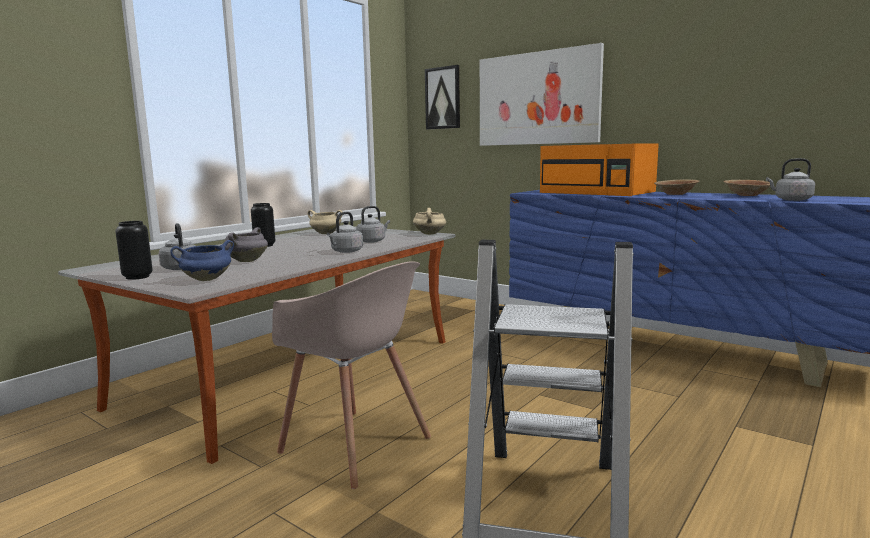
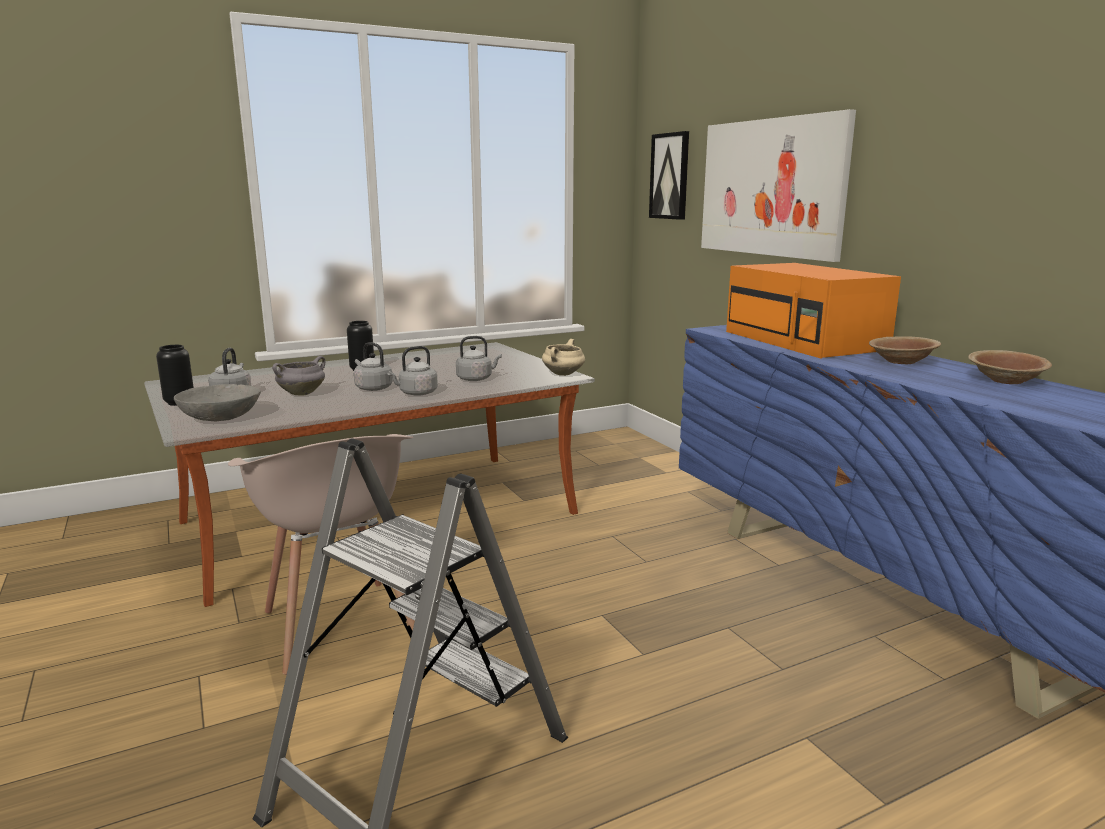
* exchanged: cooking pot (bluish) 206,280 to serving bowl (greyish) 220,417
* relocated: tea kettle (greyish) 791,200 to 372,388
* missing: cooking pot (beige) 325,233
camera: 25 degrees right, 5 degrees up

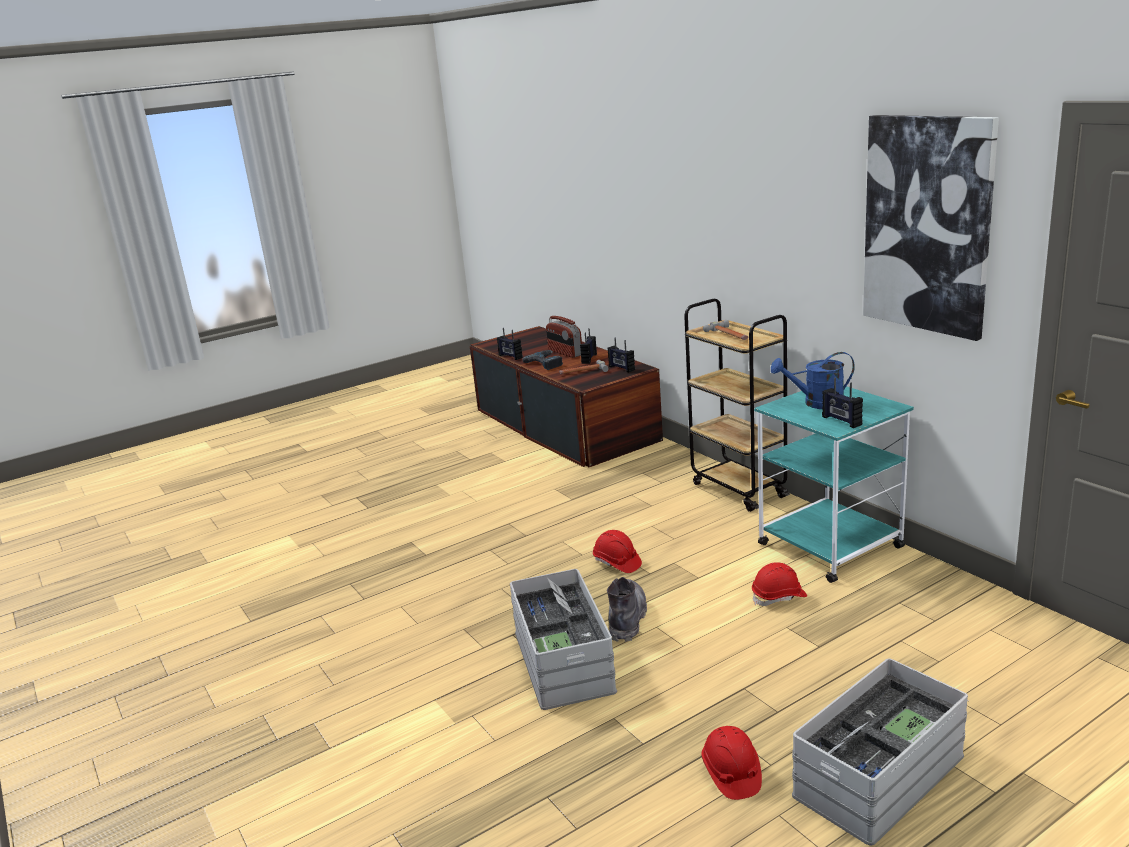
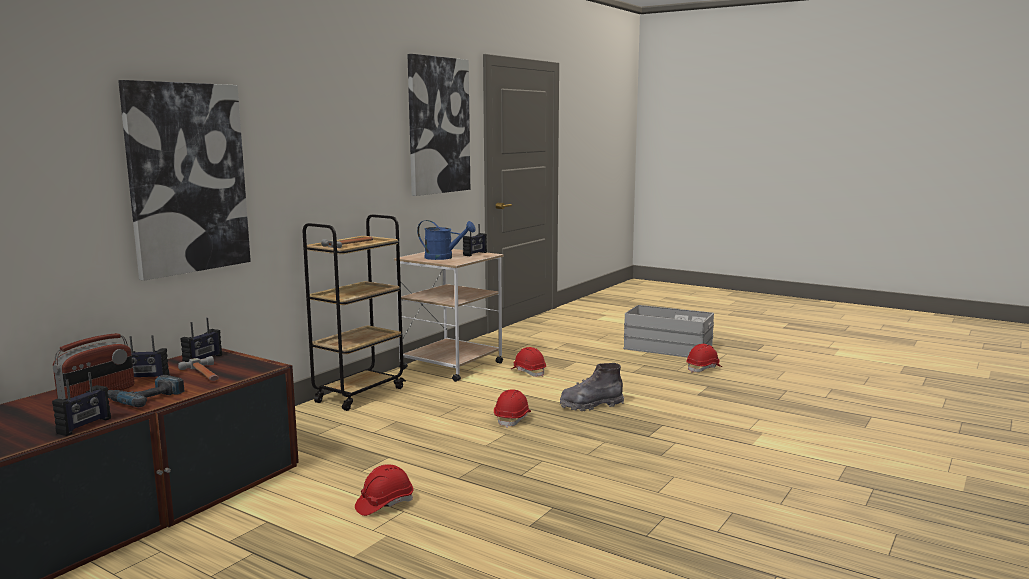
* appeared: picture 187,178
* appeared: work helmet (red) 384,504
* colour: cart (turquoise) 831,547 to cart (beige) 452,365
* spun: sprinkling can (bluish) 816,403 = 444,257 45 degrees counterclockwise
* missing: storage box (greyish) 561,660
camera: 115 degrees left, 10 degrees down

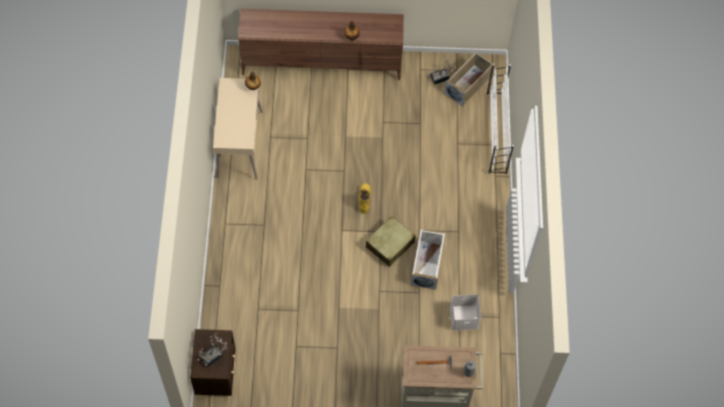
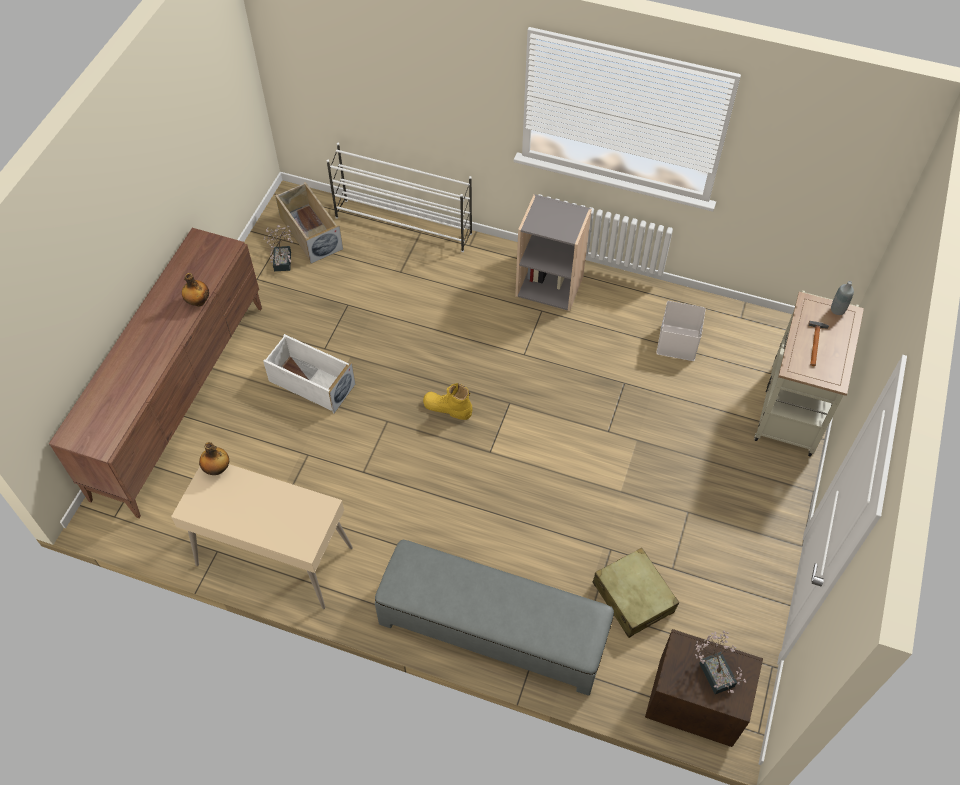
* relocated: storage box (white-coloured) 427,264 to 311,383
* appeared: long seat (greyish) 492,628
* appeared: bookshelf (greyish) 550,285
* relocated: travel case (beige) 390,244 to 633,597
camera: 70 degrees left, 5 degrees down

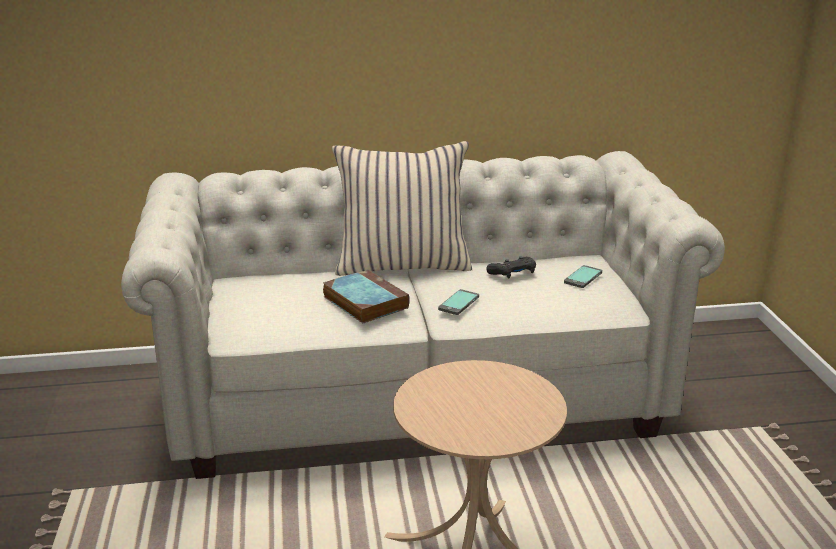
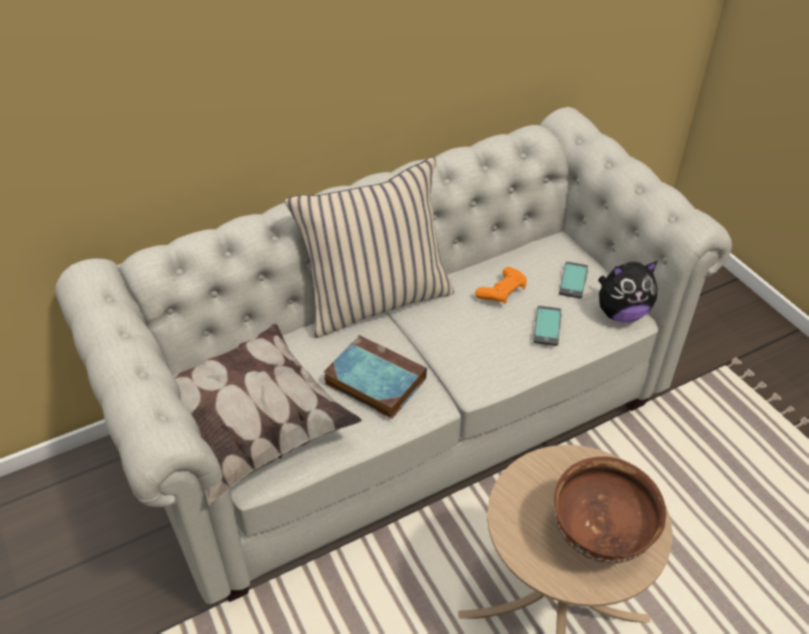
* appeared: cushion 247,429
* colour: gamepad (blackish) 513,274 to gamepad (orangey) 502,292
* relocated: telephone 459,303 to 547,326
* appeared: serving bowl (brown-coloured) 600,537
* appeared: soft toy 621,313
camera: 20 degrees left, 20 degrees up

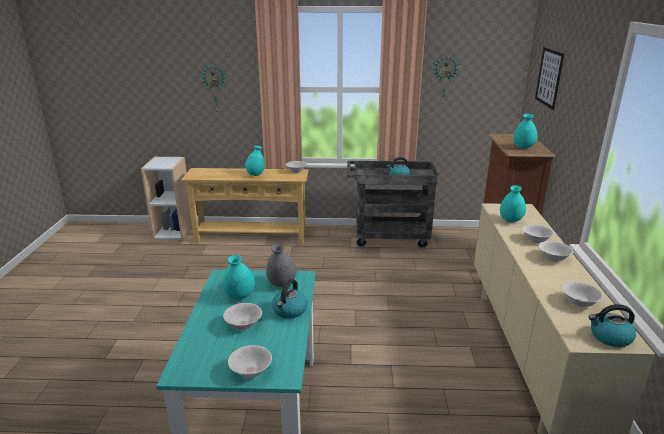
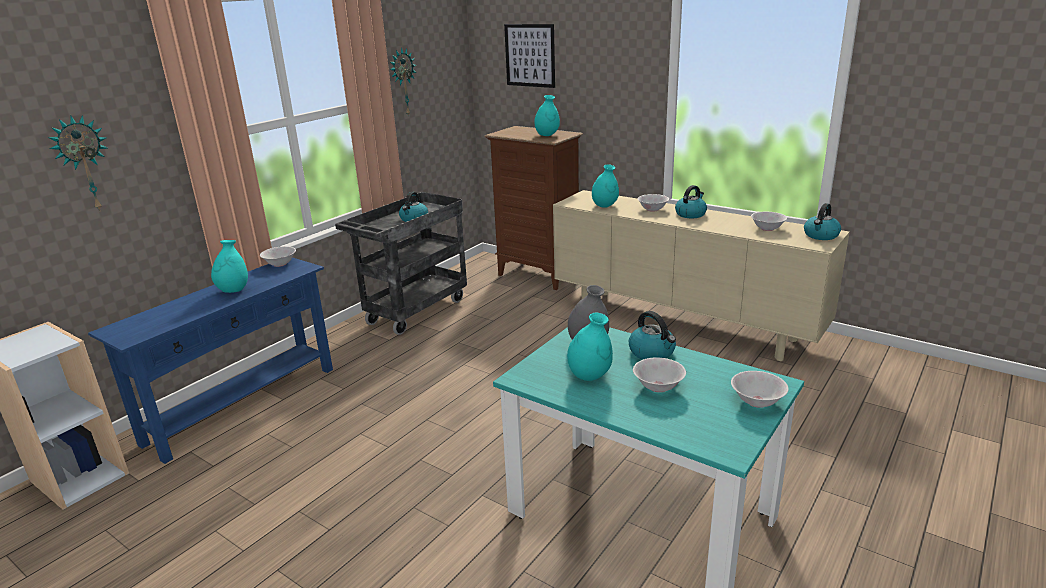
* colour: narrow table (beige) 251,237 to narrow table (bluish) 242,404
* exchanged: serving bowl (white-coloured) 553,258 to tea kettle 690,214
camera: 55 degrees left, 0 degrees up

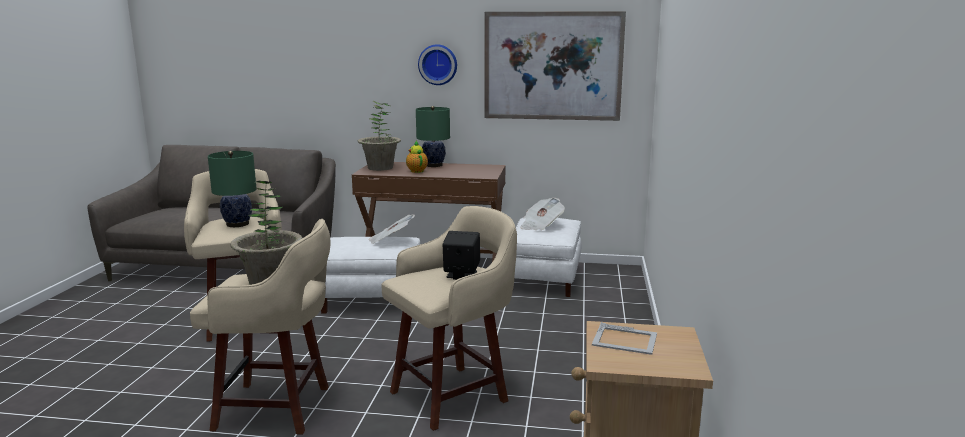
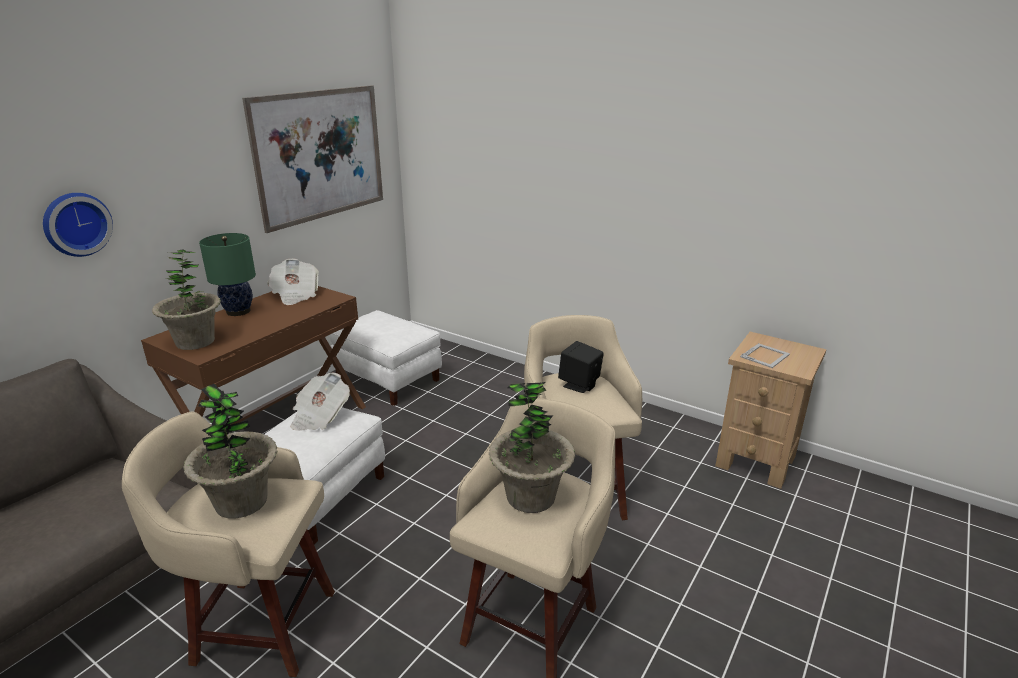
* relocated: clock on the wall 438,64 to 76,224
* exchanged: tabletop lamp (green) 237,224 to potted plant 241,502
* relocated: daily paper 540,226 to 295,295
* missing: tea pot 416,171
camera: 65 degrees left, 10 degrees up

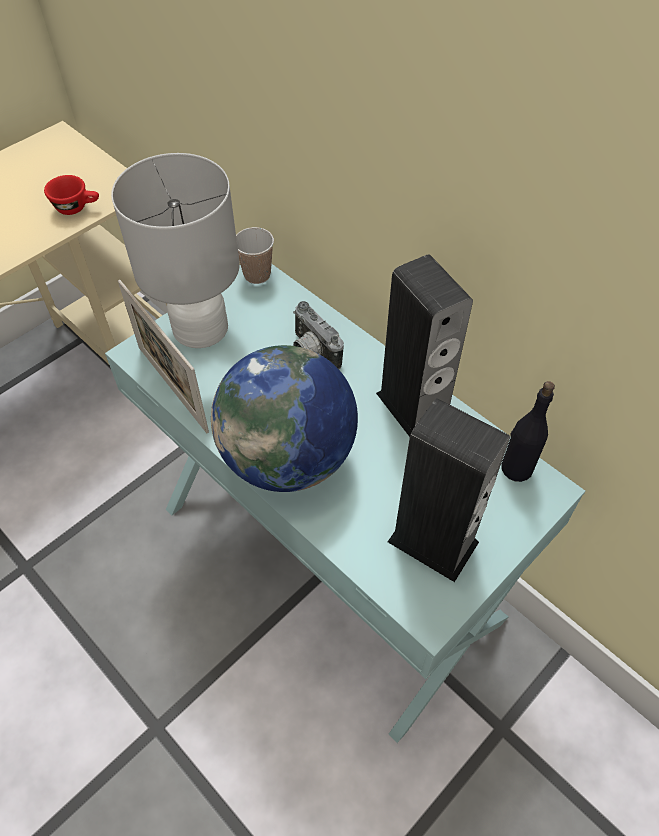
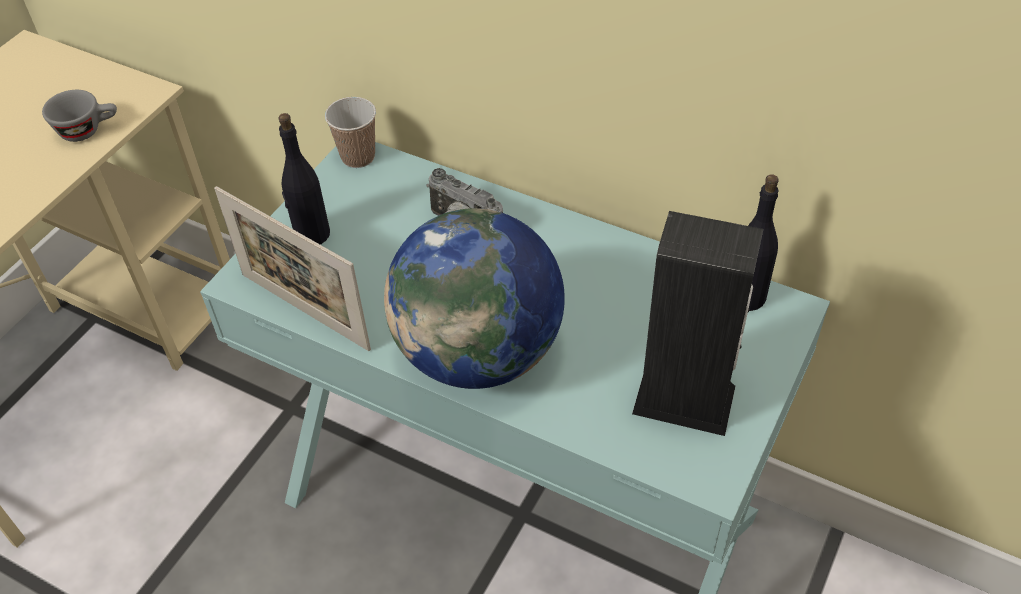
* colour: cup (red) 77,207 to cup (greyish) 88,130
* exchanged: tabletop lamp (greyish) 200,328 to bottle (blackish) 312,234
* missing: loudspeaker 413,407
camera: 15 degrees left, 5 degrees down

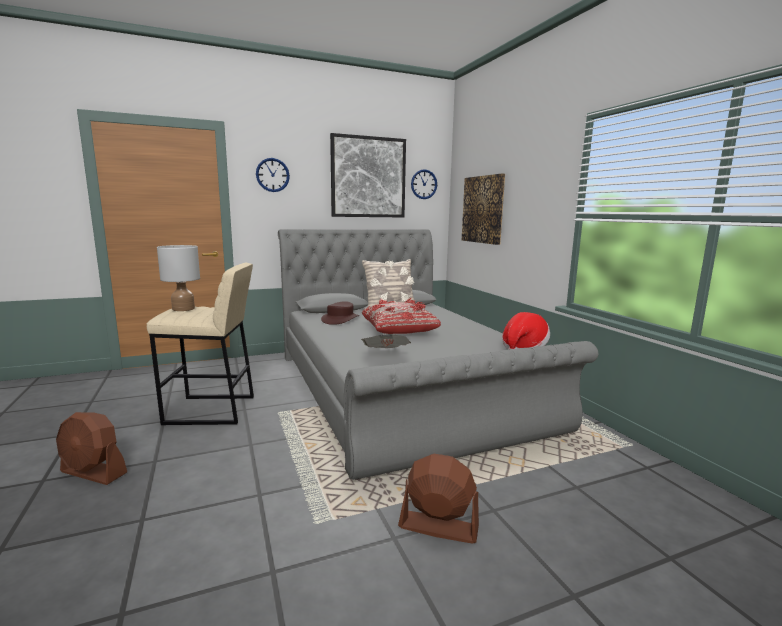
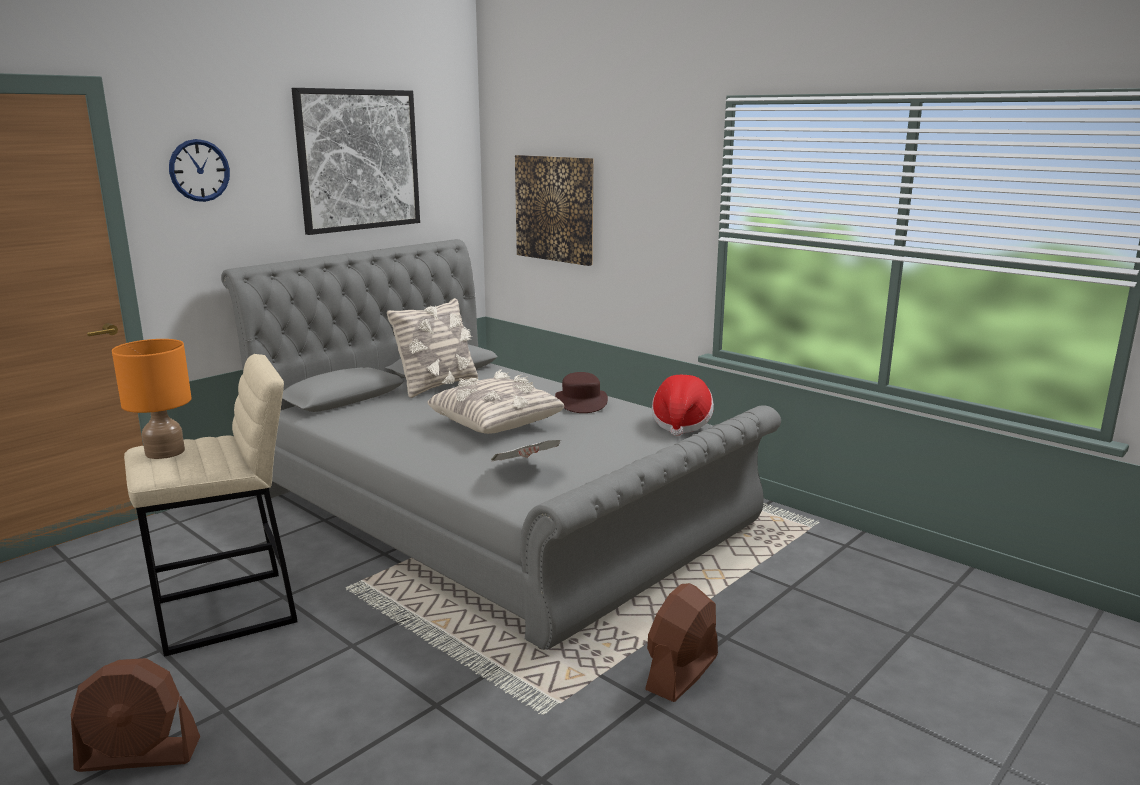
* colour: tabletop lamp (greyish) 183,309 to tabletop lamp (orangey) 165,452
* colour: cushion (red) 399,331 to cushion (beige) 495,424
* relocated: hat (brown-coloured) 340,319 to 581,402
* spun: electric fan (brown-coloured) 438,526 = 682,673 45 degrees counterclockwise
* missing: clock on the wall 424,184
camera: 25 degrees left, 5 degrees up

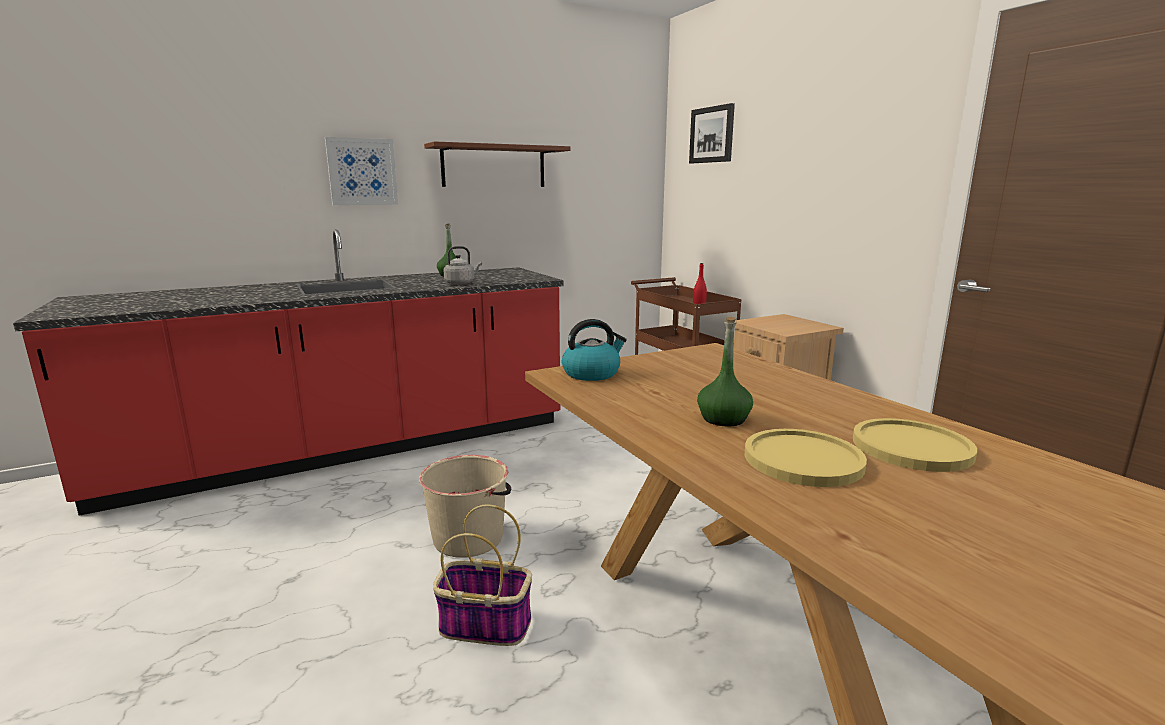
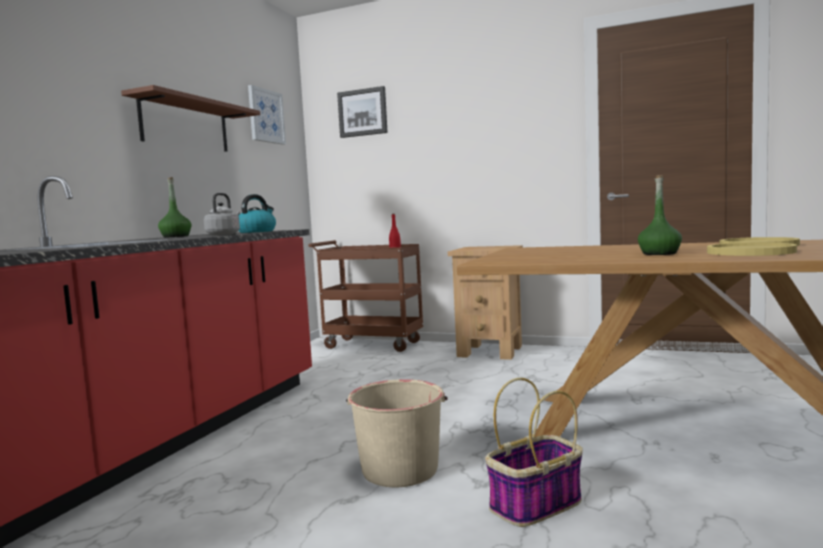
* relocated: tea kettle 592,373 to 257,232
* relocated: picture 362,172 to 266,116
camera: 40 degrees left, 10 degrees down

